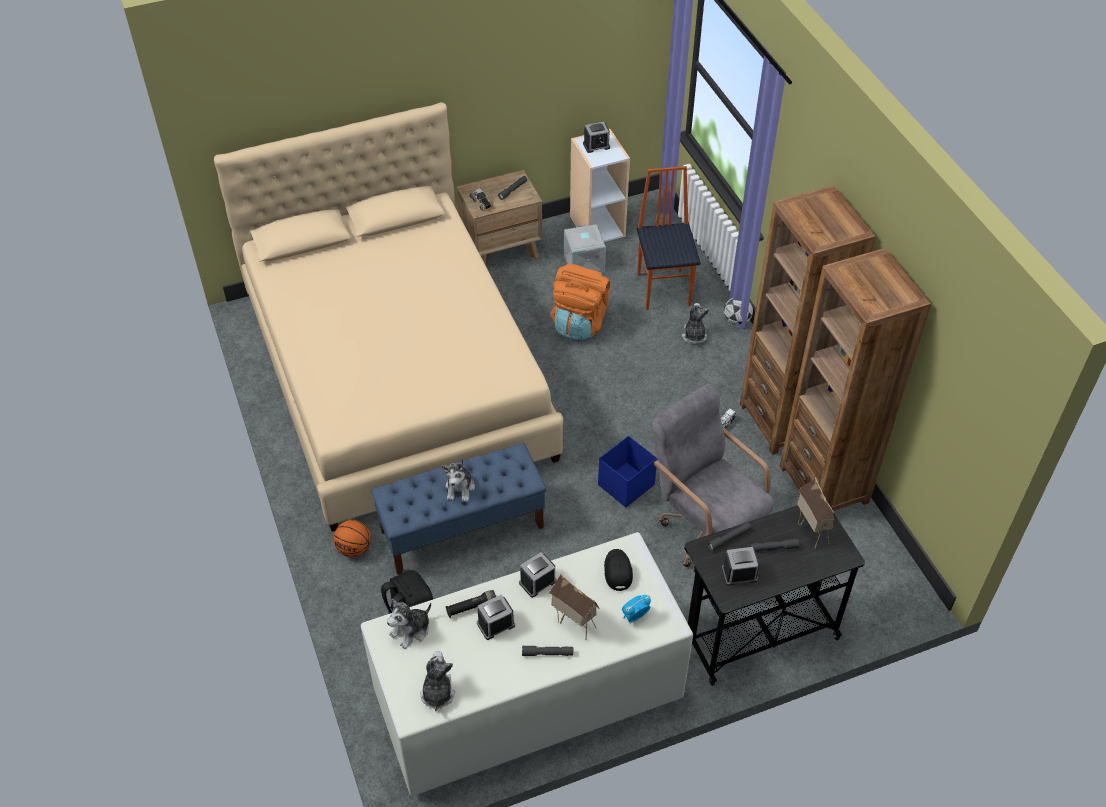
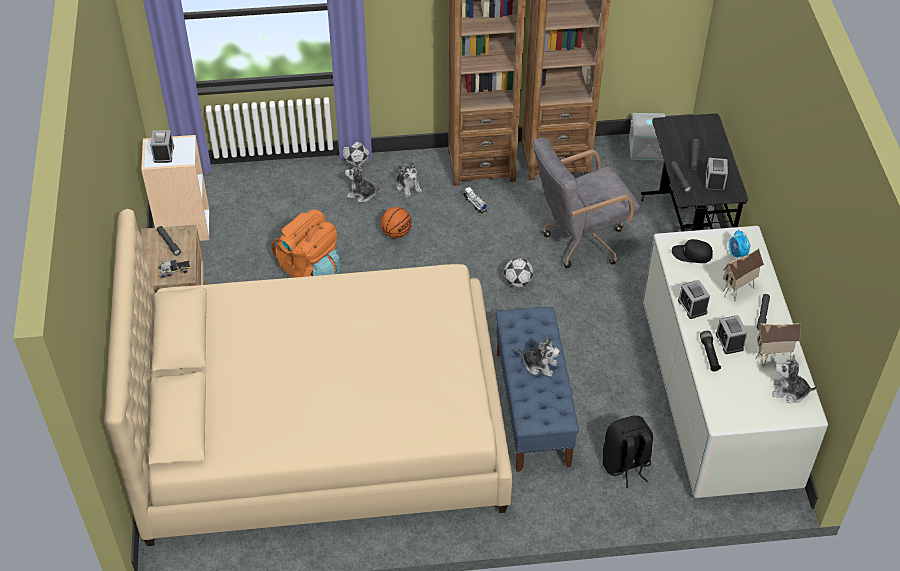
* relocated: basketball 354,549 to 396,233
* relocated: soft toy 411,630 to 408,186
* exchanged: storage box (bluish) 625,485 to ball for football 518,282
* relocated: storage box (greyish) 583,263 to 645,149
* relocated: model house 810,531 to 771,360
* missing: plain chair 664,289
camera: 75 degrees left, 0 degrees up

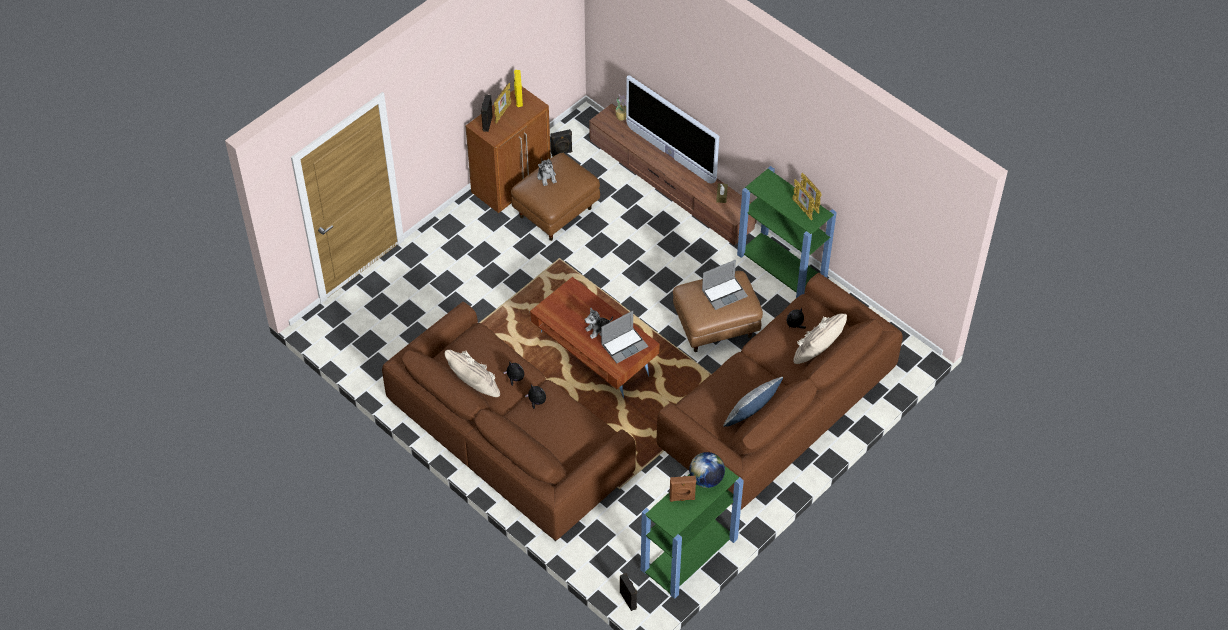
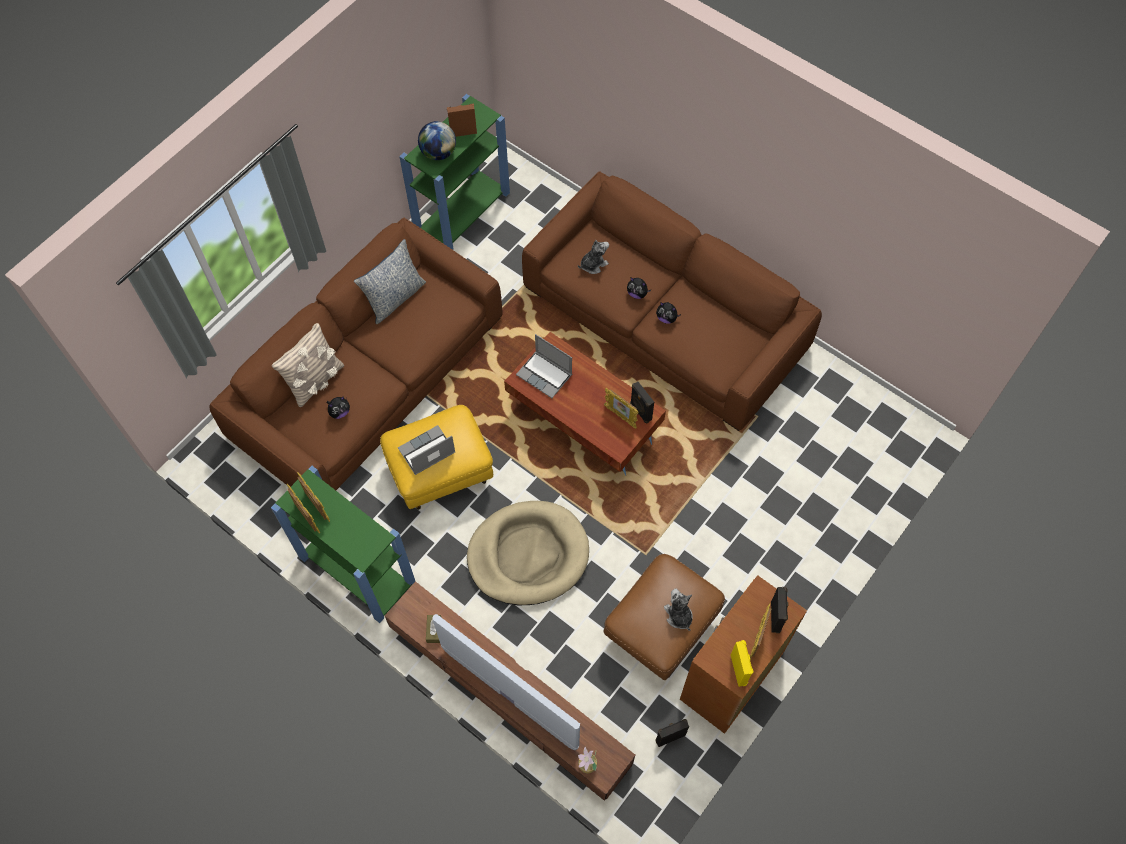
* colour: ottoman (brown-coloured) 716,326 to ottoman (yellowish) 440,473
* appeared: dog bed (beige) 528,555
* spun: notebook computer 624,345 = 545,375 105 degrees counterclockwise
* relocated: soft toy 598,330 to 593,264
* appeared: photo frame 620,416
* relocated: loudspeaker (blackish) 628,600 to 640,412
* missing: cushion (beige) 475,387
camera: 175 degrees right, 10 degrees up

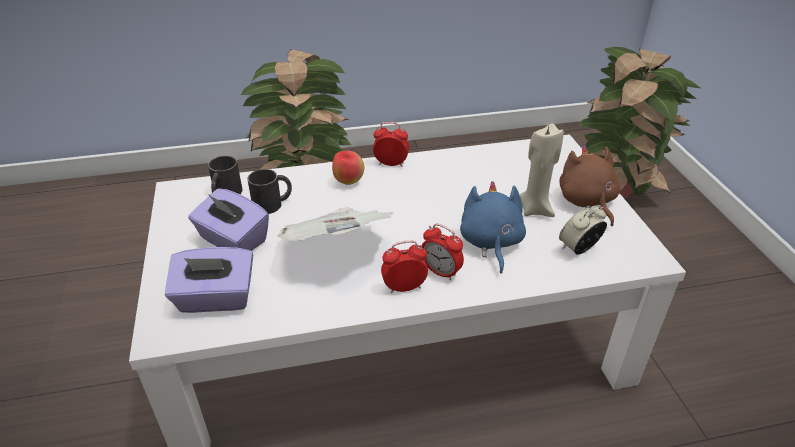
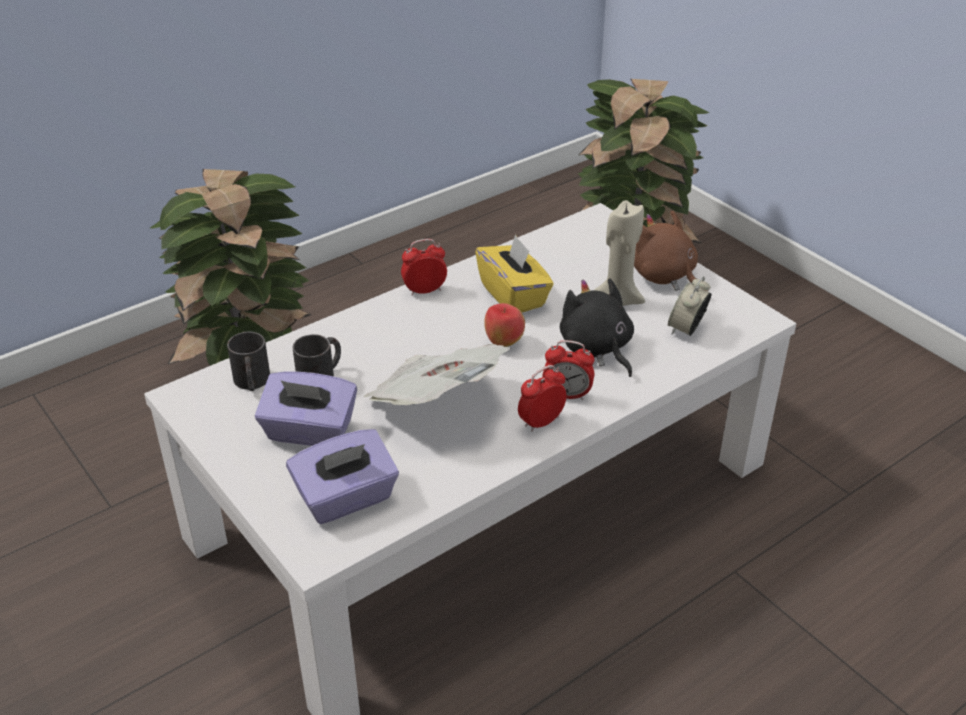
* appeared: box of tissues (yellowish) 513,295
* relocated: apple 348,181 to 503,342
* colour: soft toy (bluish) 490,242 to soft toy (blackish) 597,349
camera: 25 degrees left, 0 degrees up

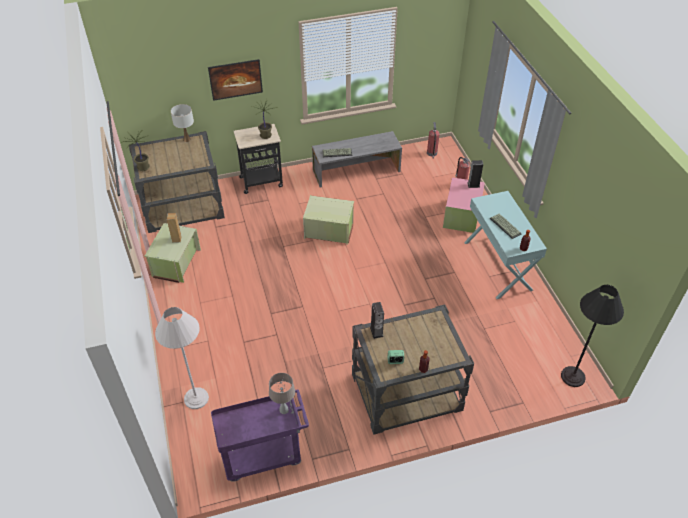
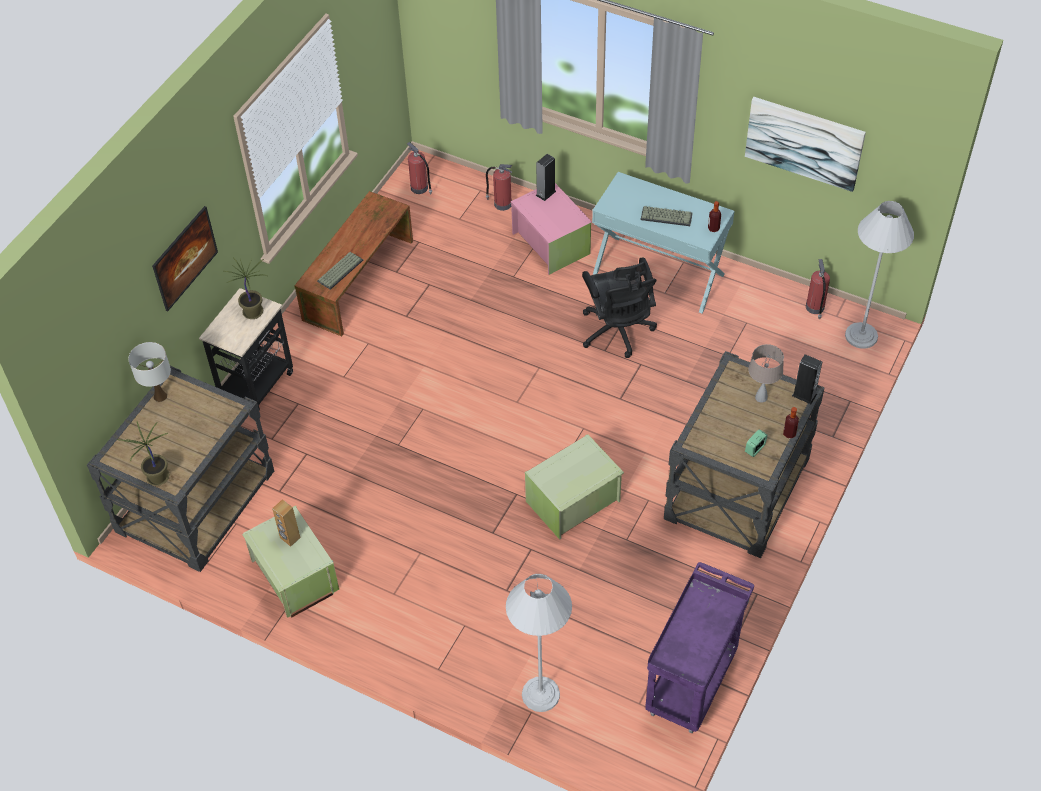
* colour: long seat (greyish) 356,170 to long seat (brown-coloured) 358,279
* relocated: storage box (green) 329,231 to 574,502
* appeared: computer chair 617,333
* appeared: picture 804,143
* relocated: tabletop lamp (beige) 283,410 to 761,397
* relocated: loudspeaker 376,331 to 804,395
* appeared: fire-fighting cylinder 815,308
* colour: floor lamp (blackish) 573,377 to floor lamp (white-coloured) 861,336
camera: 45 degrees left, 5 degrees up

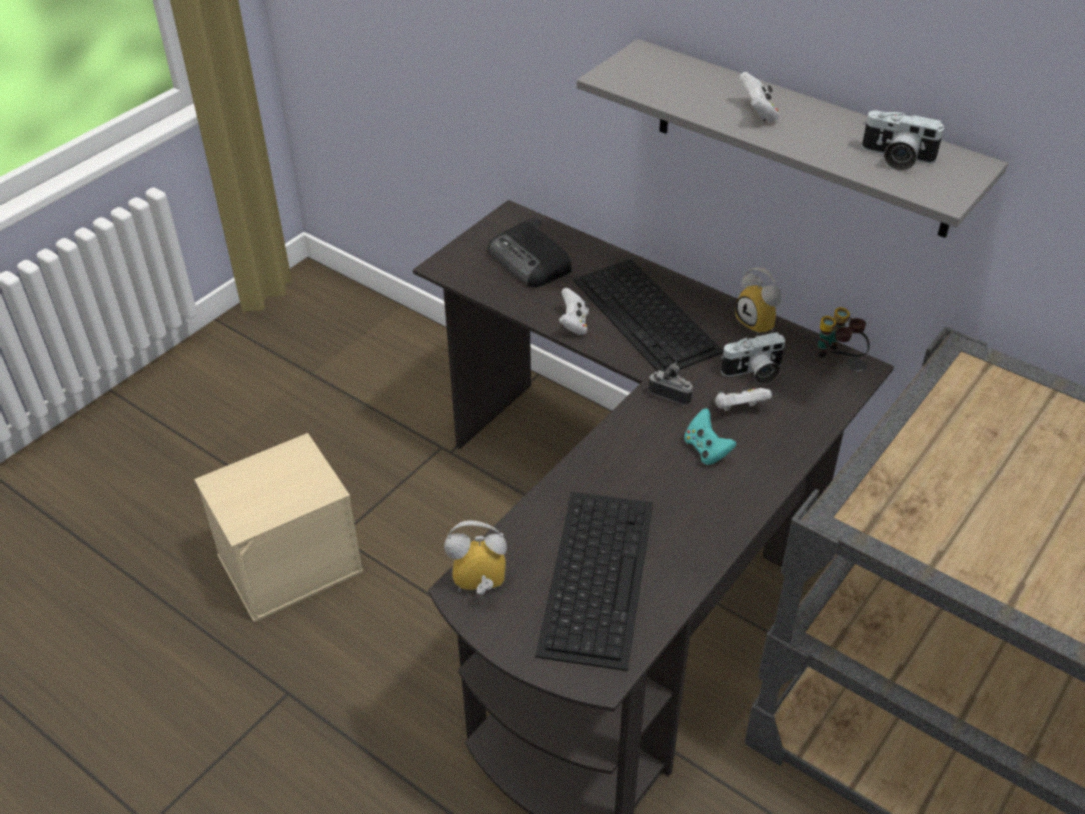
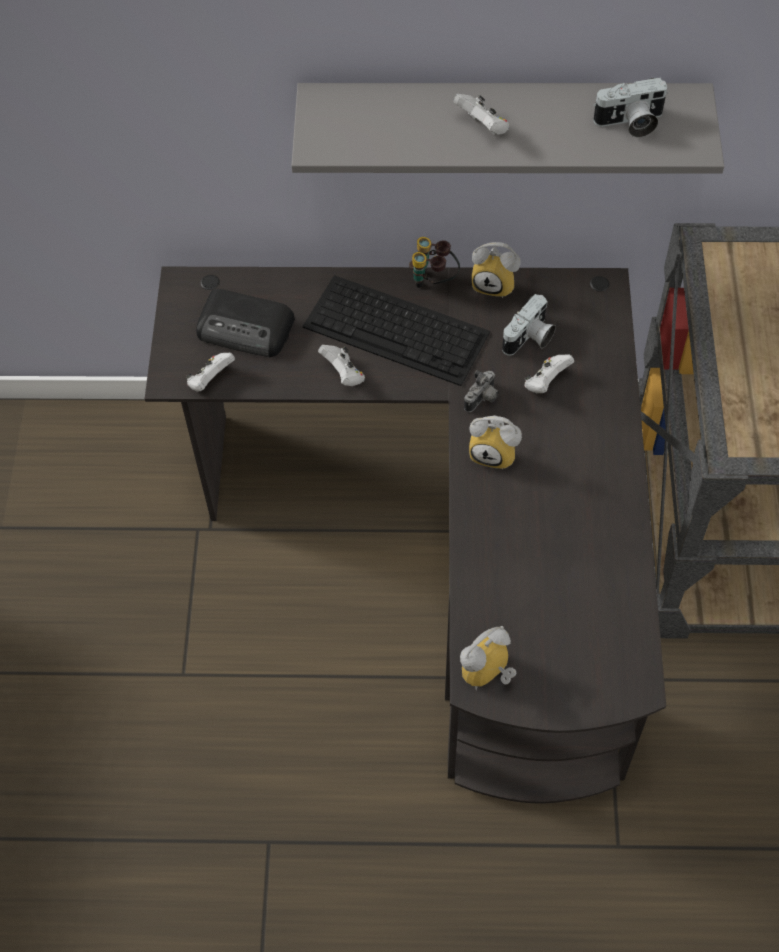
* appeared: gamepad (white-coloured) 210,380
* relocated: pair of binoculars 838,359 to 433,281
* spun: still camera 671,394 = 482,399 135 degrees clockwise
* appeared: table clock 495,453
* missing: storage box (beige) 291,562
* missing: PC keyboard 596,574
* missing: gamepad (turquoise) 706,450
camera: 35 degrees left, 15 degrees up

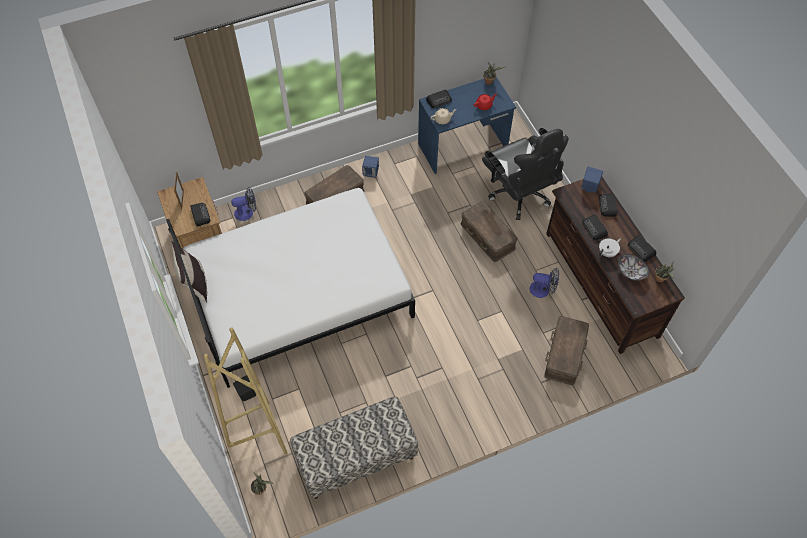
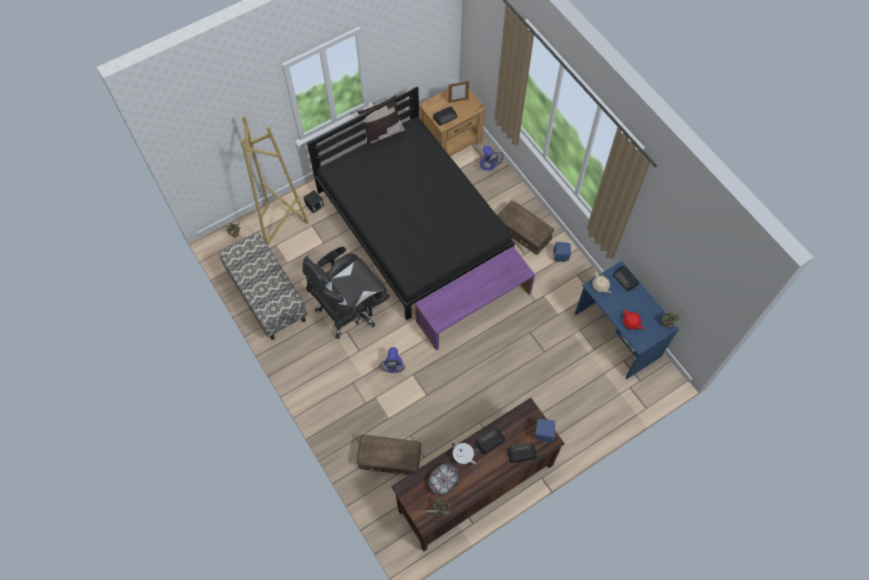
* relocated: computer chair (blackish) 517,192 to 351,308
* colour: bed (white-coloured) 299,294 to bed (blackish) 413,224
* relocated: electric fan 543,290 to 393,367
* appeared: long seat (purple) 474,306
* missing: storage box (brown-coloured) 488,236
* missing: radio set 641,250
camera: 80 degrees right, 5 degrees up

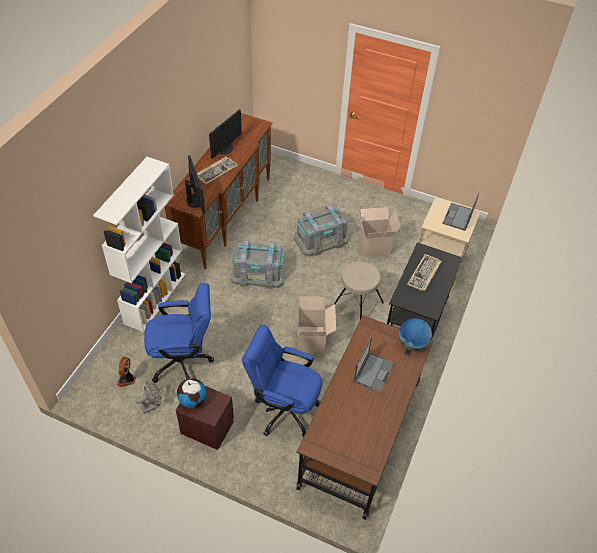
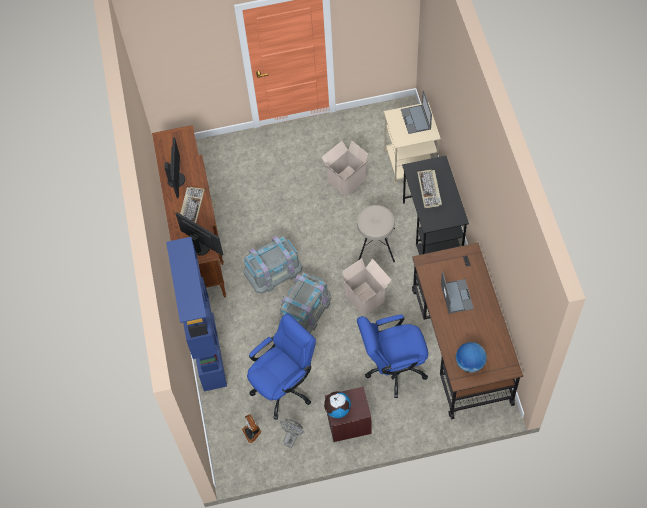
* colour: bookshelf (white-coloured) 155,298 to bookshelf (bluish) 208,351
* relocated: storage box (greyish) 321,239 to 305,309
* relocated: globe 412,343 to 470,363
camera: 30 degrees left, 10 degrees up

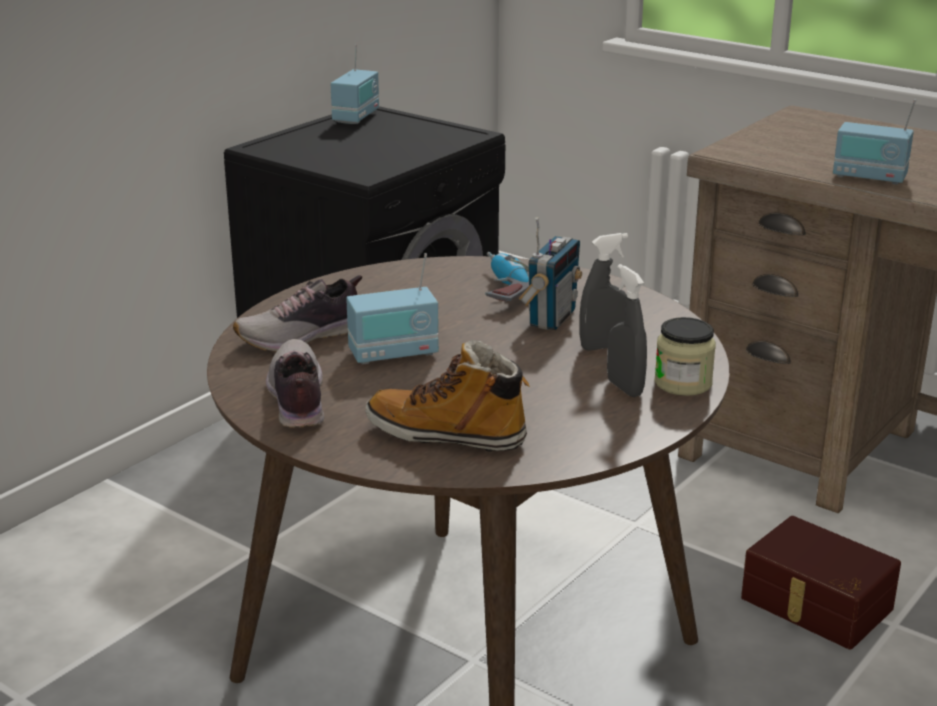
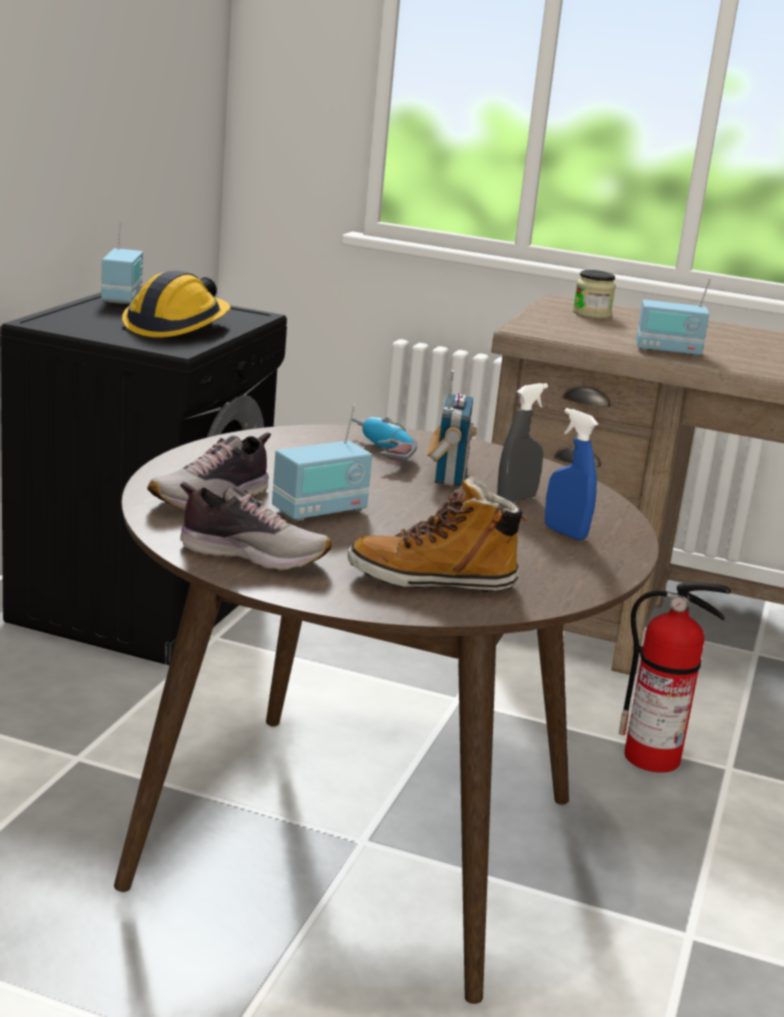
* appeared: work helmet 176,326
* spun: item of footwear 296,399 = 253,555 135 degrees clockwise
* colour: hand sprayer (greyish) 624,388 to hand sprayer (bluish) 565,533
* relocated: storage jar 683,383 to 591,314
* exchanged: storage box (brown-coloured) 815,605 to fire-fighting cylinder 654,757
camera: 20 degrees left, 5 degrees down

